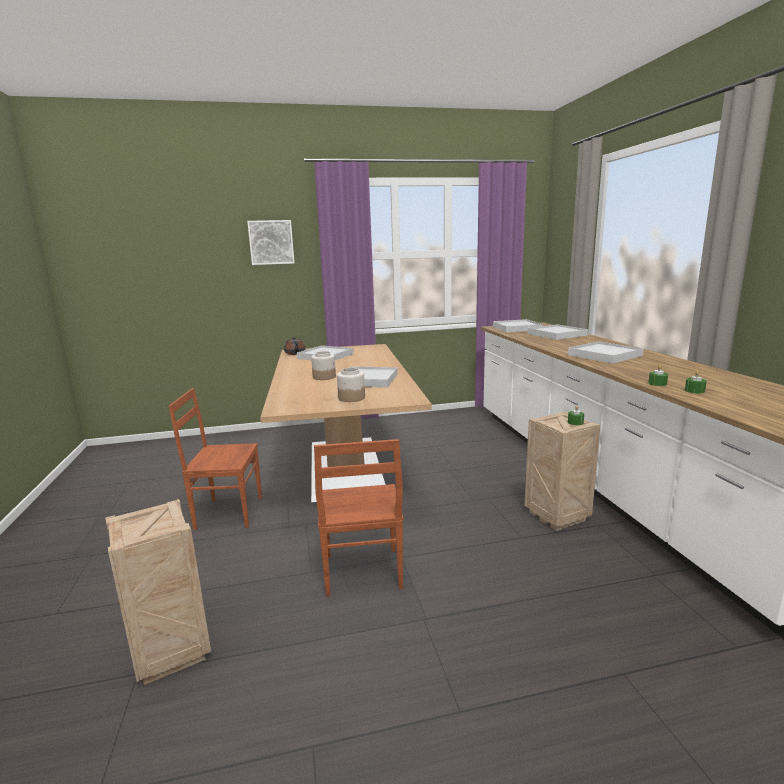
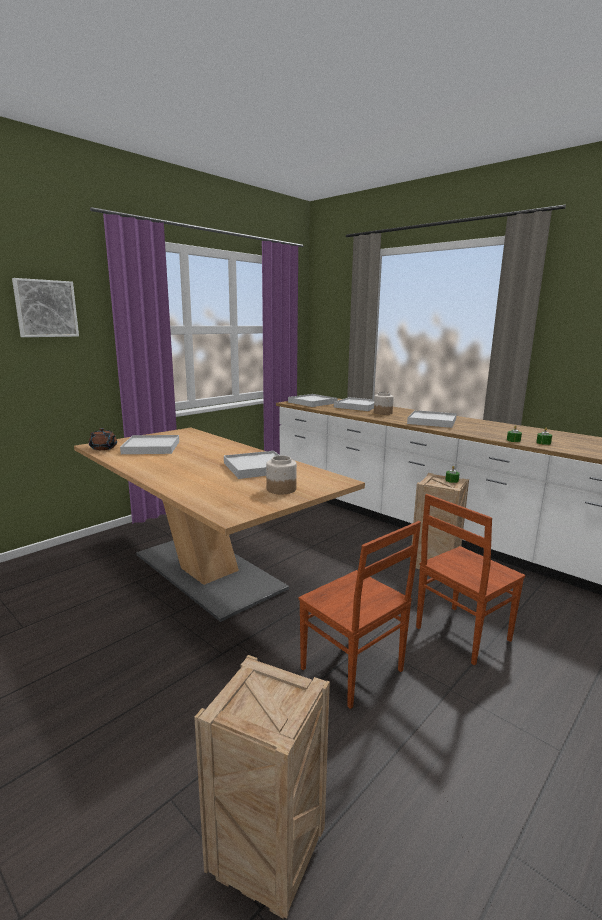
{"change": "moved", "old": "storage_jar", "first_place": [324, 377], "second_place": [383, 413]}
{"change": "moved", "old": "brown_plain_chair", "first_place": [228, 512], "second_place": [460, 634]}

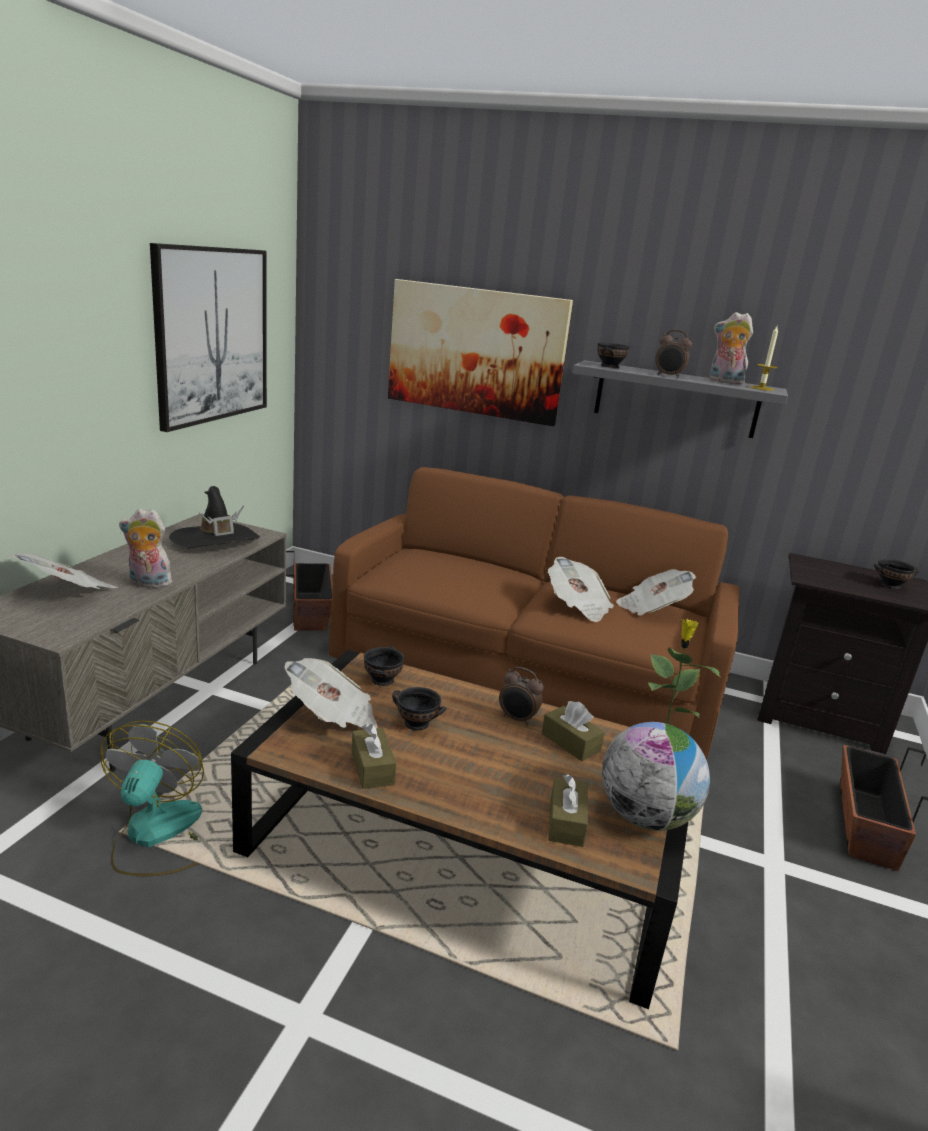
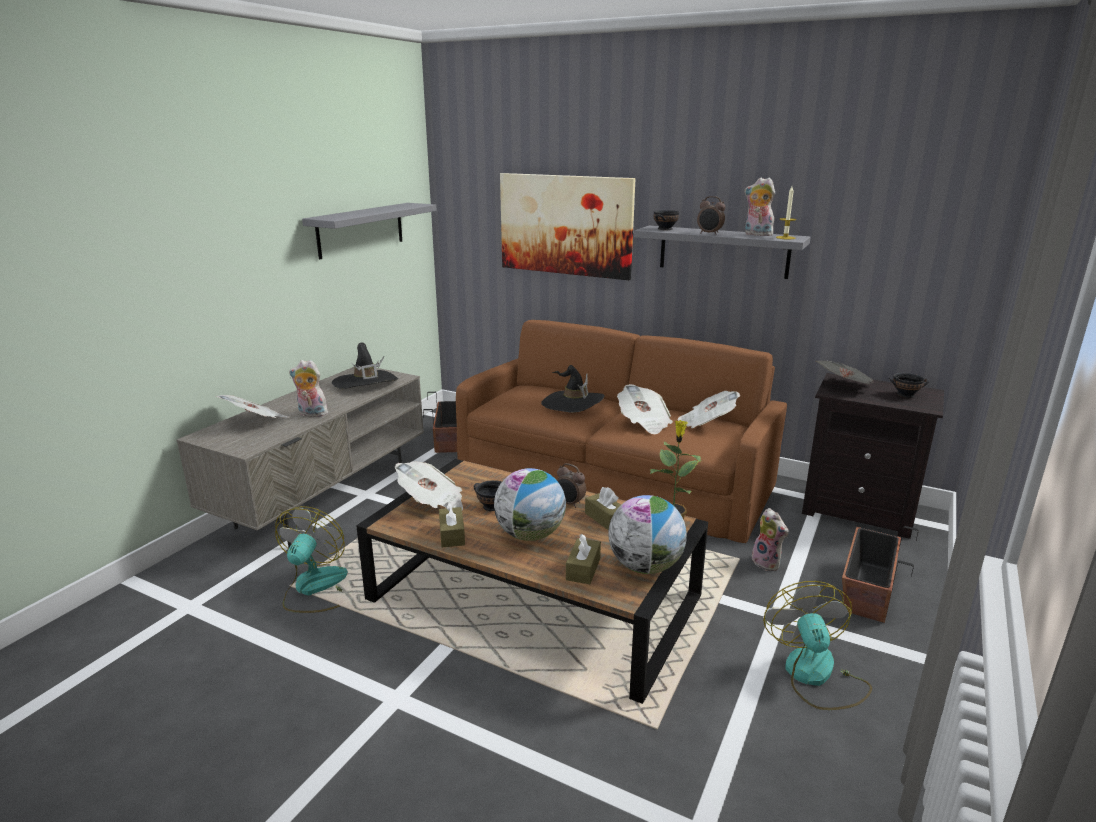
{"change": "replaced", "old": "picture", "new": "greyish_shelf", "first_place": [212, 335], "second_place": [361, 230]}
{"change": "removed", "old": "black-coloured_serving_bowl", "first_place": [383, 679]}
{"change": "added", "new": "printed_paper", "second_place": [844, 387]}
{"change": "added", "new": "black-coloured_wearable_hat", "second_place": [572, 404]}
{"change": "added", "new": "globe", "second_place": [530, 535]}
{"change": "added", "new": "soft_toy", "second_place": [768, 563]}
{"change": "added", "new": "fan", "second_place": [815, 676]}

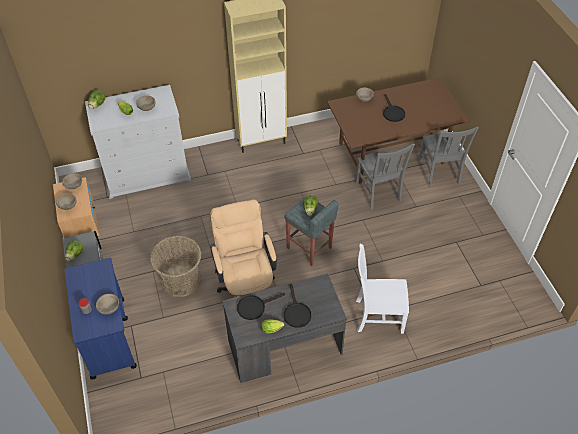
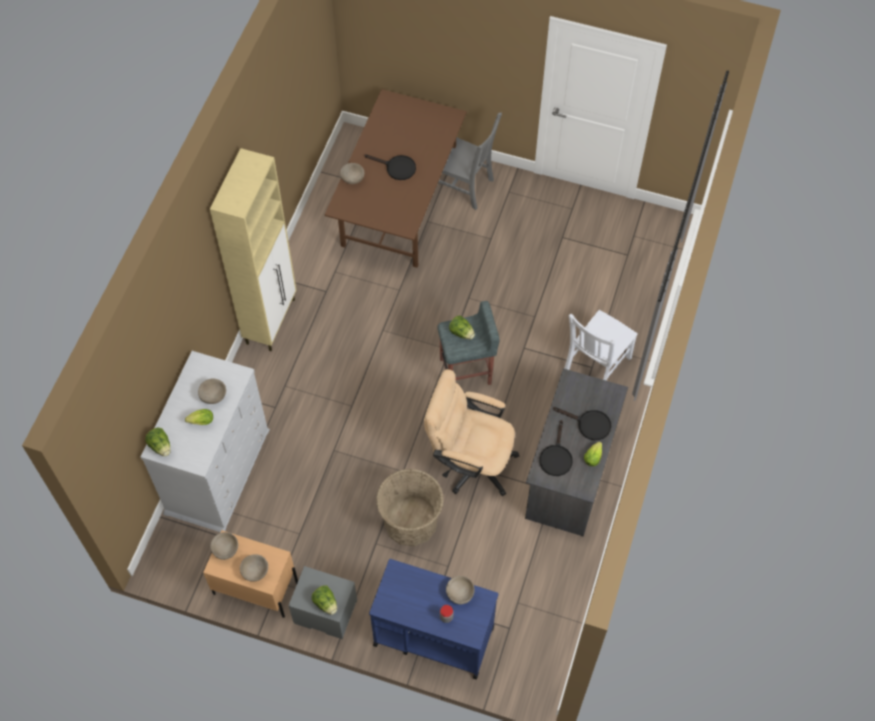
{"change": "removed", "old": "greyish_plain_chair", "first_place": [378, 192]}

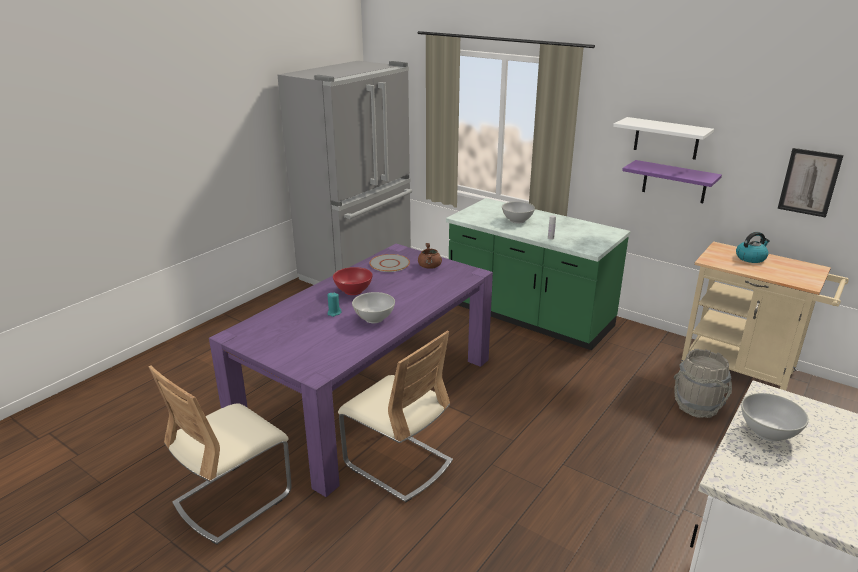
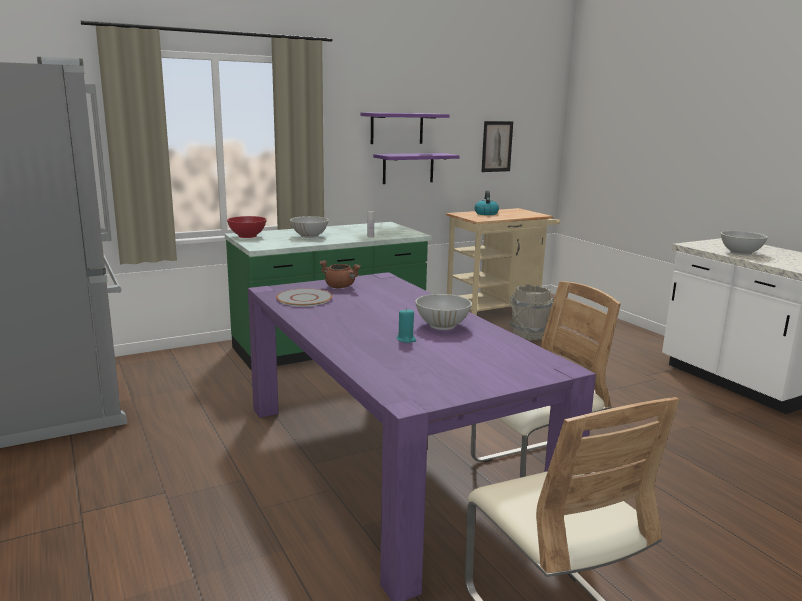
{"change": "recoloured", "old": "whitish_shelf", "new": "purple_shelf", "first_place": [666, 138], "second_place": [397, 128]}
{"change": "moved", "old": "red-coloured_serving_bowl", "first_place": [353, 291], "second_place": [247, 236]}

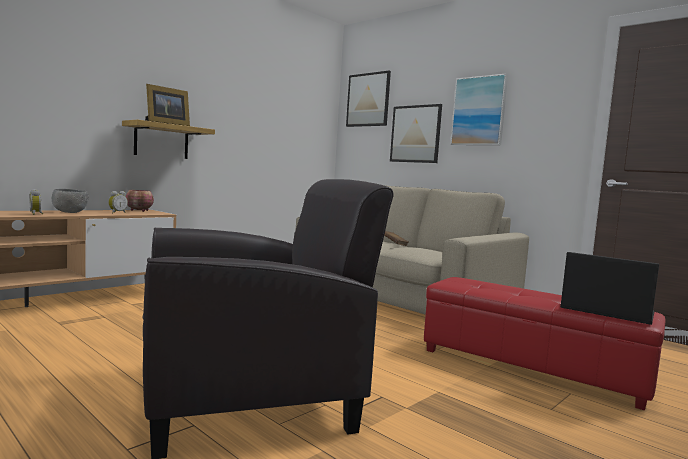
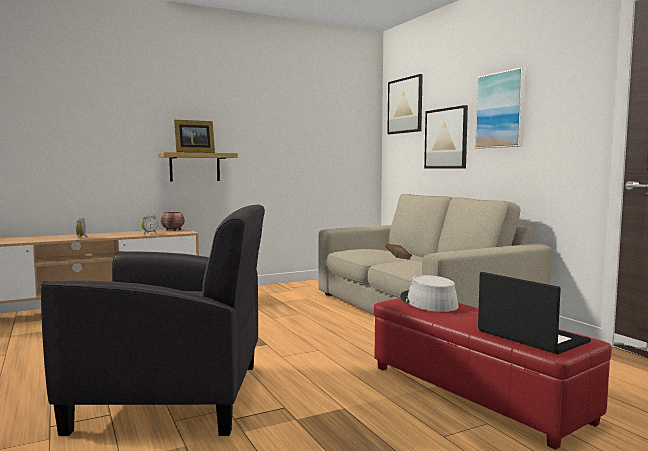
{"change": "removed", "old": "greyish_serving_bowl", "first_place": [70, 212]}
{"change": "added", "new": "greyish_wearable_hat", "second_place": [428, 302]}

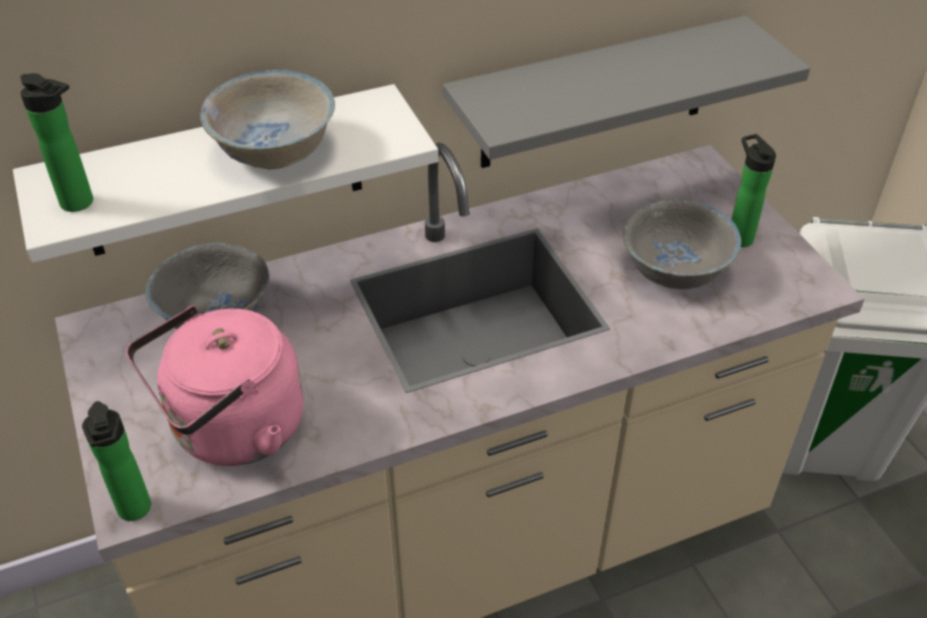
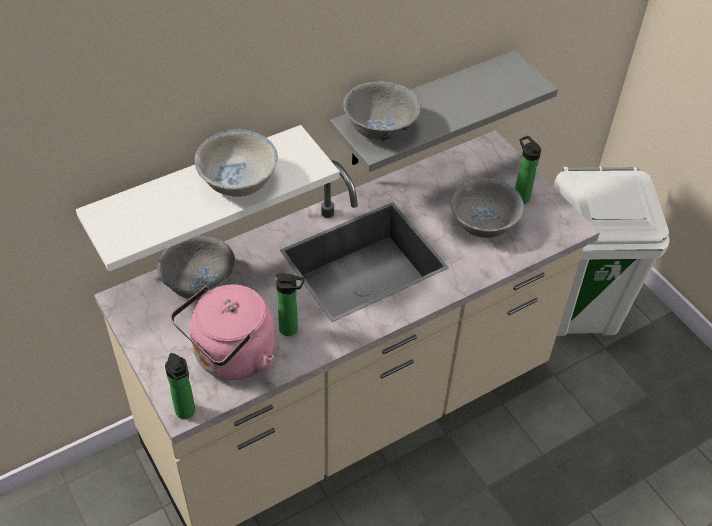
{"change": "moved", "old": "drink_bottle", "first_place": [81, 203], "second_place": [291, 329]}
{"change": "added", "new": "greyish_serving_bowl", "second_place": [380, 128]}

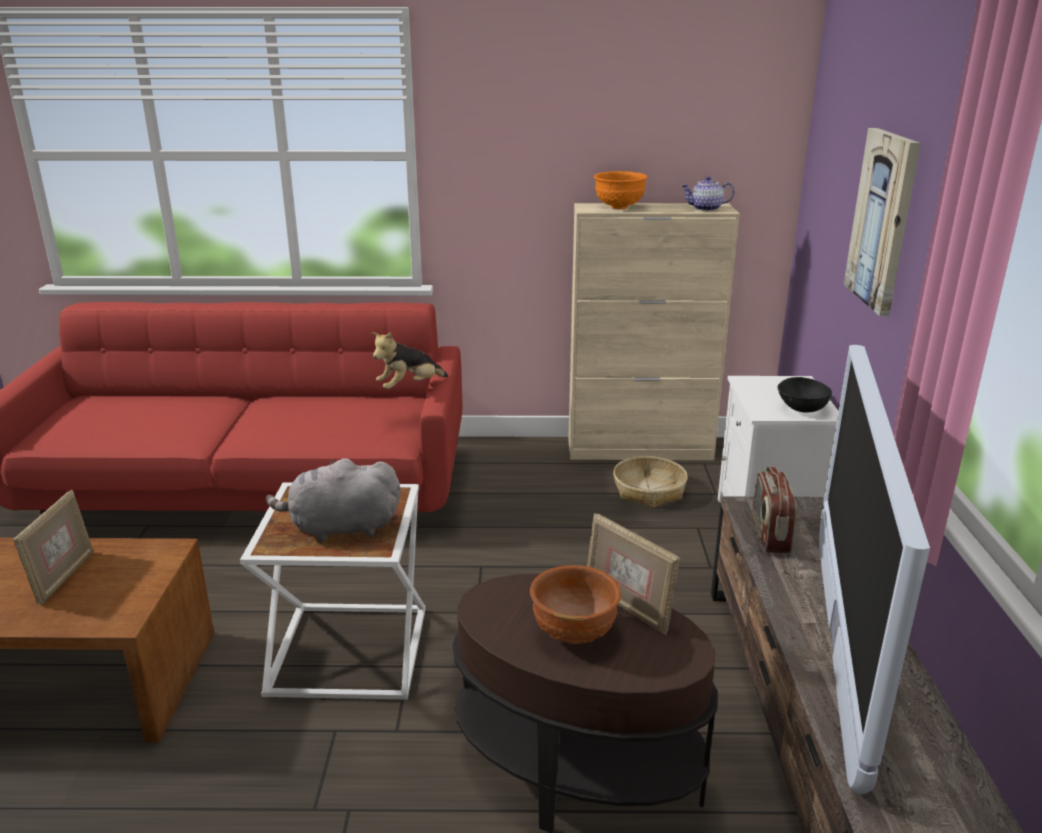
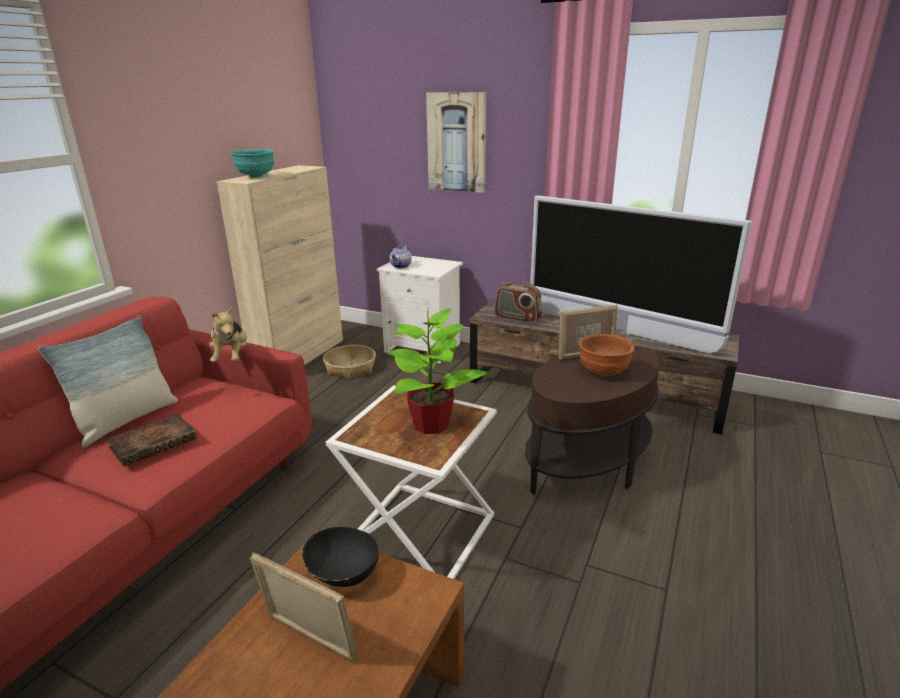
{"change": "recoloured", "old": "orange_serving_bowl", "new": "turquoise-coloured_serving_bowl", "first_place": [618, 207], "second_place": [256, 177]}
{"change": "moved", "old": "pot_for_tea", "first_place": [705, 209], "second_place": [401, 266]}
{"change": "moved", "old": "black-coloured_serving_bowl", "first_place": [801, 408], "second_place": [342, 574]}
{"change": "replaced", "old": "greyish_soft_toy", "new": "plant_in_a_pot", "first_place": [340, 528], "second_place": [432, 424]}
{"change": "added", "new": "pillow", "second_place": [126, 420]}
{"change": "added", "new": "volume", "second_place": [155, 442]}

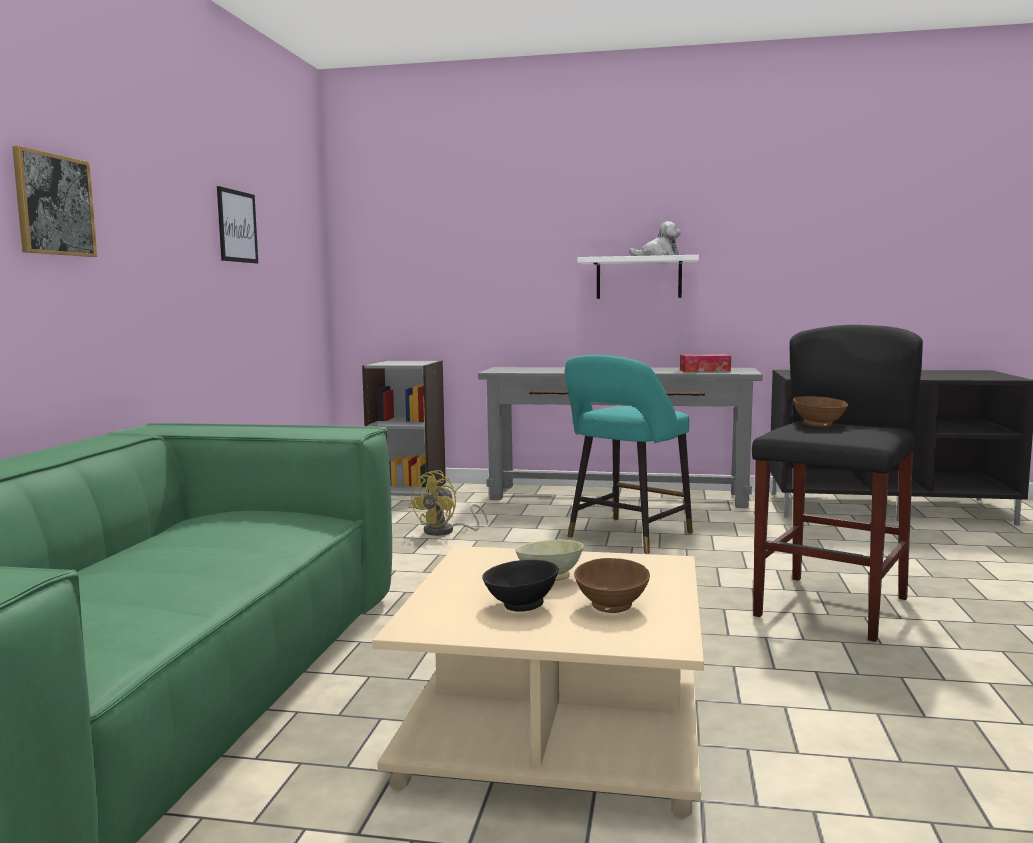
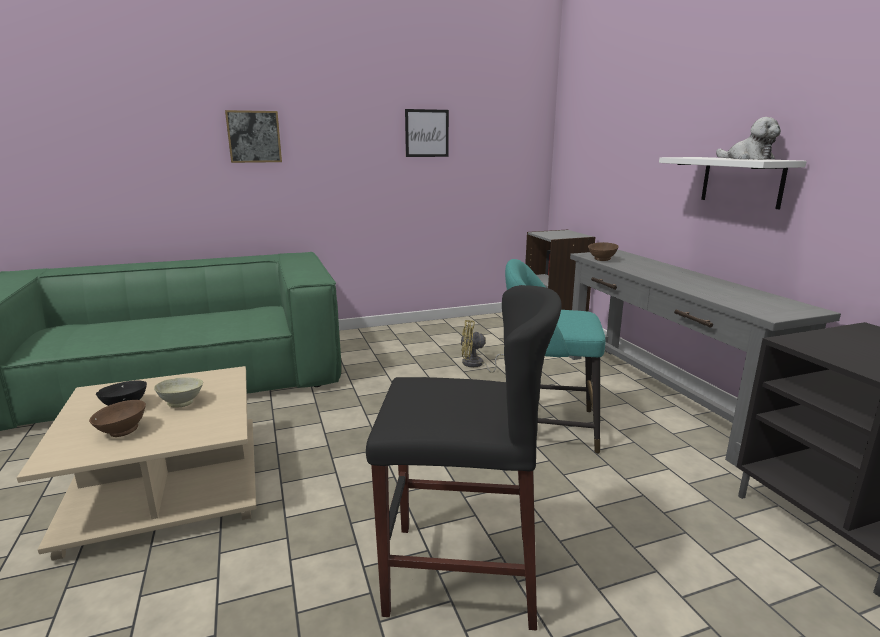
{"change": "removed", "old": "box_of_tissues", "first_place": [705, 370]}
{"change": "moved", "old": "brown_serving_bowl", "first_place": [818, 425], "second_place": [601, 259]}

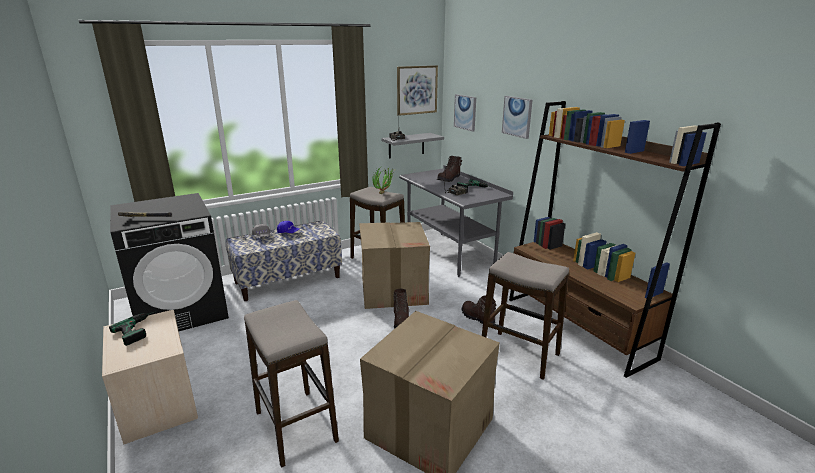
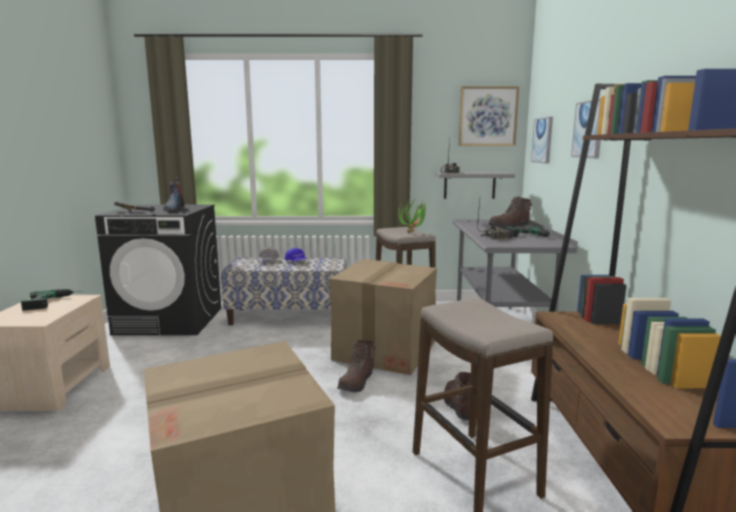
{"change": "removed", "old": "stool", "first_place": [295, 427]}
{"change": "added", "new": "boot", "second_place": [174, 209]}

